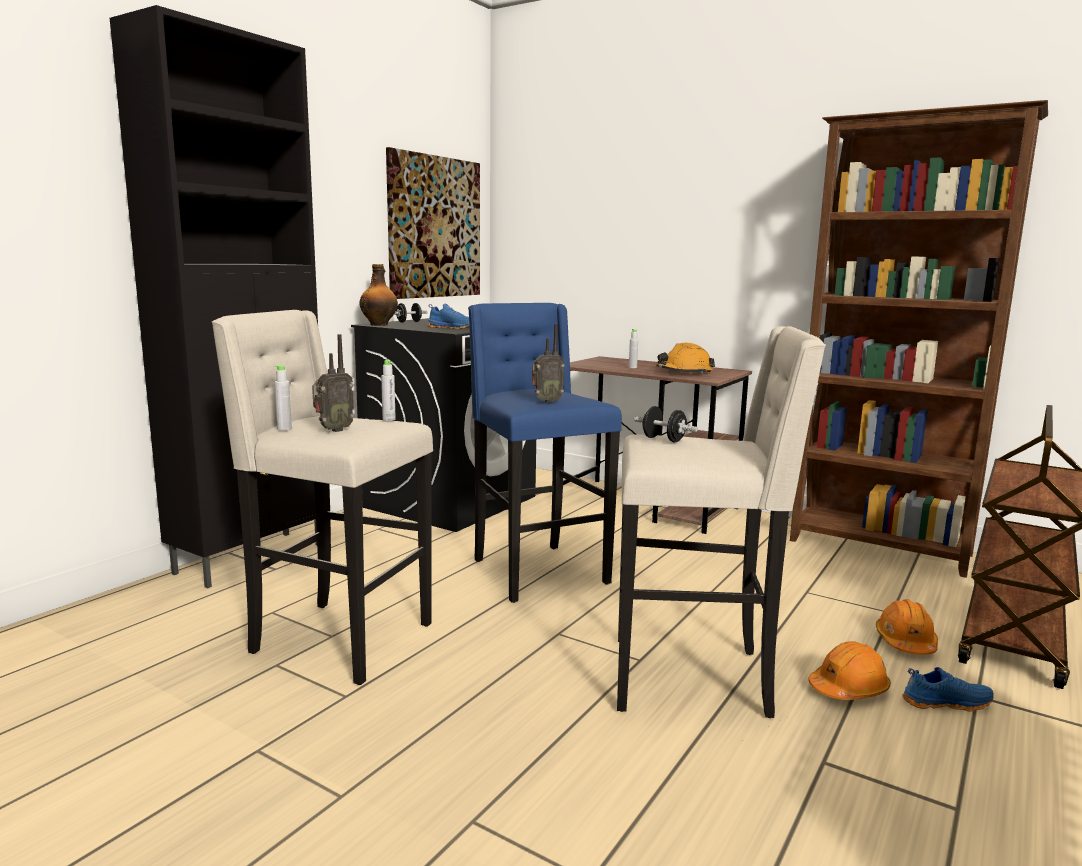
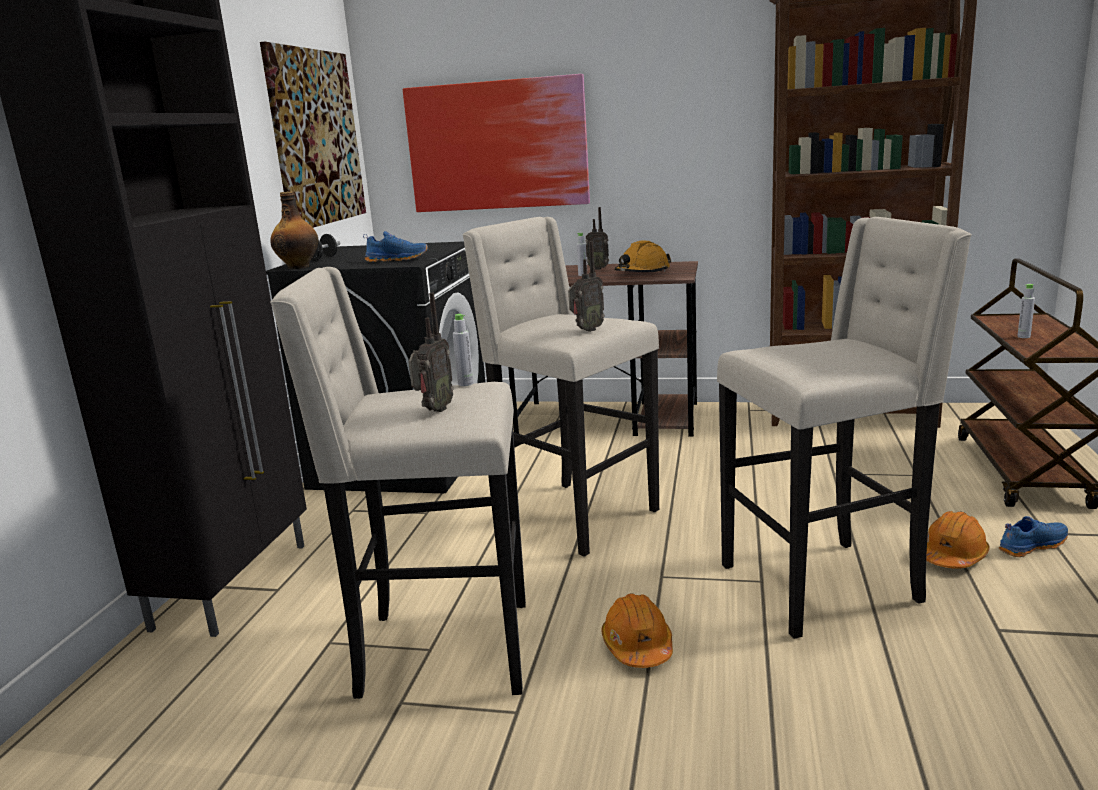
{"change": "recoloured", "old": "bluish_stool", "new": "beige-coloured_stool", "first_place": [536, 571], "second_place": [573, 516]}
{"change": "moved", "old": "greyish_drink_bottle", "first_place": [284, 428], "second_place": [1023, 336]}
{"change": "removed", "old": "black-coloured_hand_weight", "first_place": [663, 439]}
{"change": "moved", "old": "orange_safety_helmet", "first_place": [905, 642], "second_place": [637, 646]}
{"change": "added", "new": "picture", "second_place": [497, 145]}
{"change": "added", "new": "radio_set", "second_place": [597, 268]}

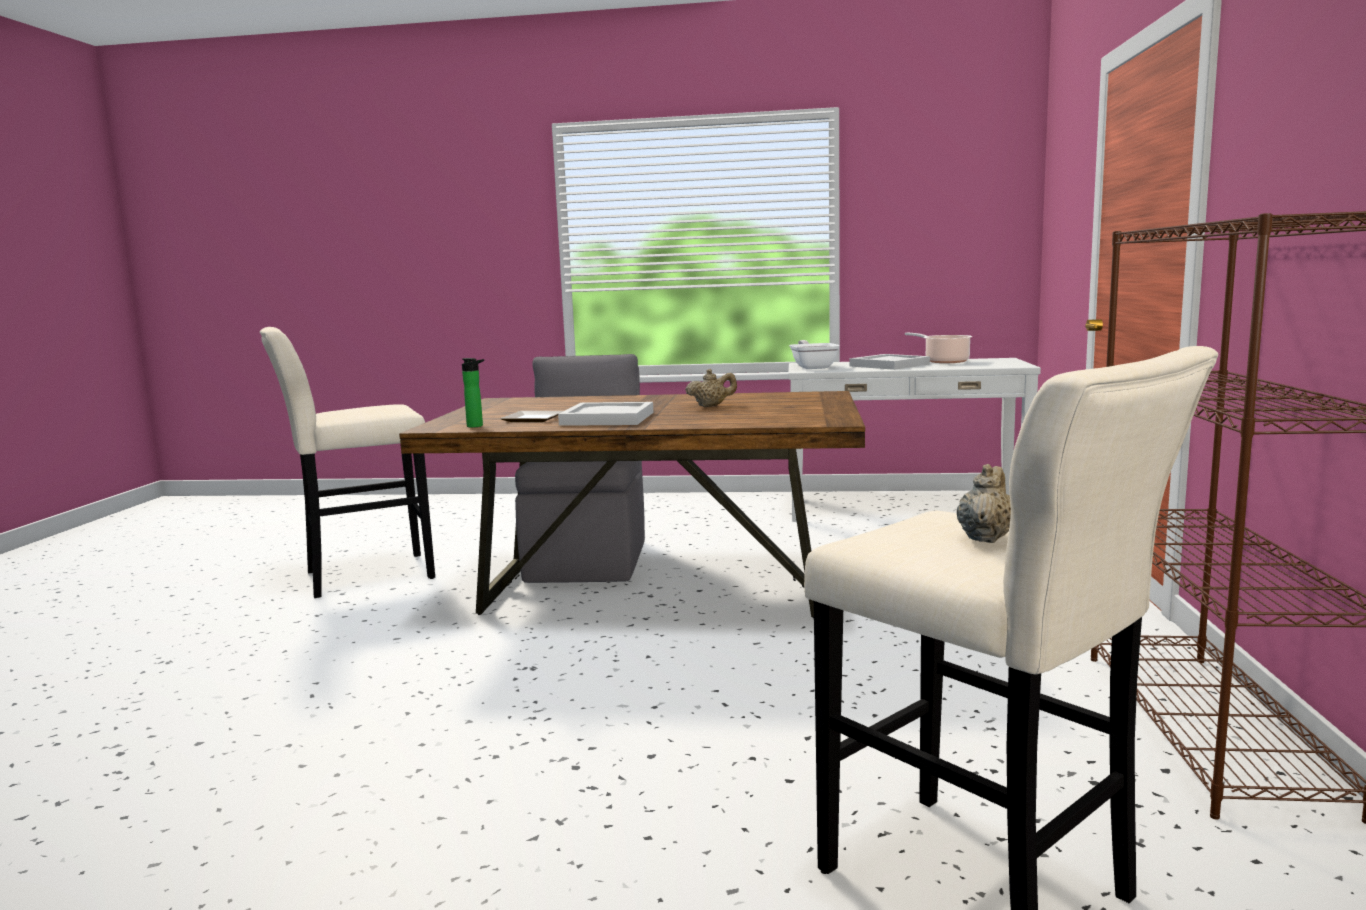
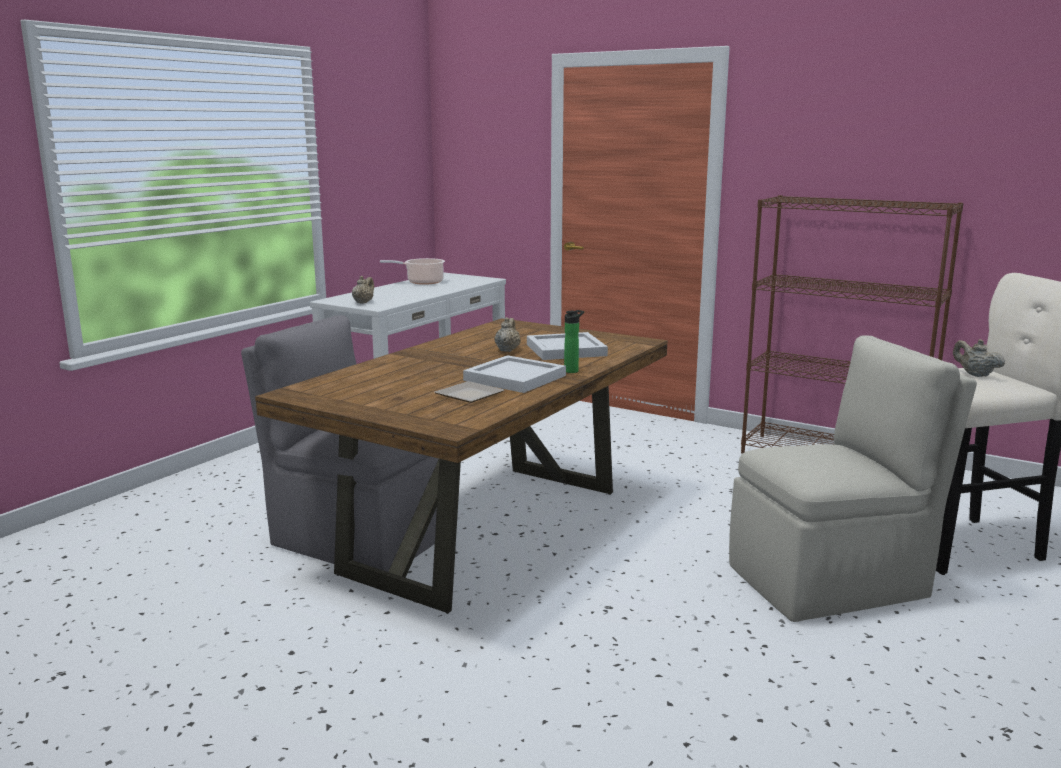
{"change": "removed", "old": "beige-coloured_stool", "first_place": [362, 576]}
{"change": "replaced", "old": "skillet", "new": "beige-coloured_pot_for_tea", "first_place": [813, 367], "second_place": [363, 302]}
{"change": "moved", "old": "whitish_carrying_tray", "first_place": [888, 365], "second_place": [565, 350]}
{"change": "moved", "old": "drink_bottle", "first_place": [477, 426], "second_place": [573, 371]}
{"change": "added", "new": "beige-coloured_plain_chair", "second_place": [831, 581]}

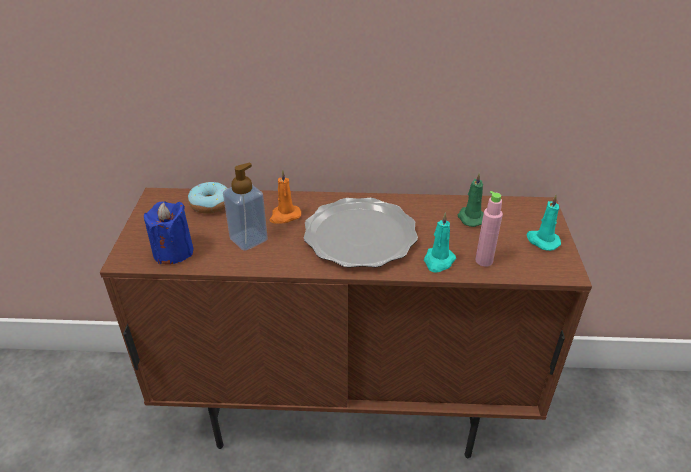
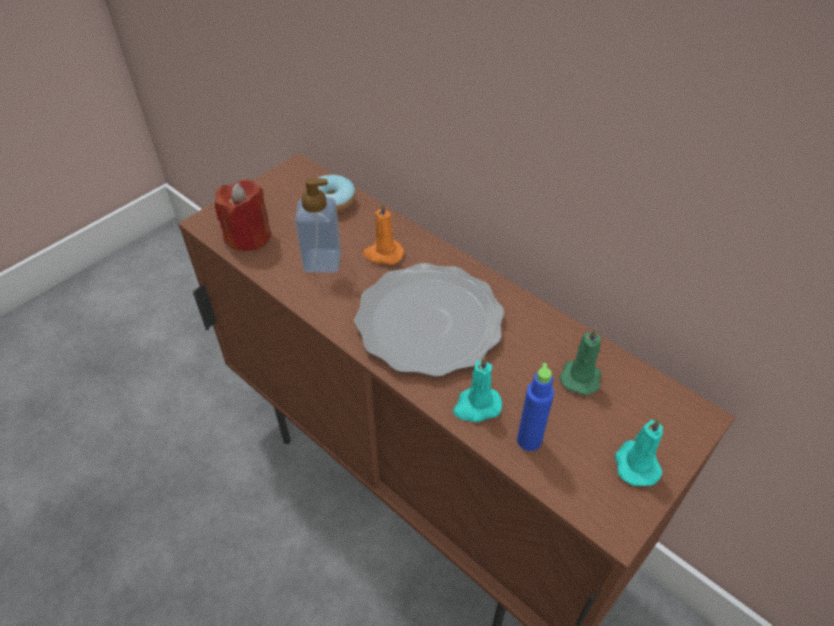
{"change": "recoloured", "old": "pink-coloured_drink_bottle", "new": "bluish_drink_bottle", "first_place": [484, 261], "second_place": [529, 440]}
{"change": "recoloured", "old": "bluish_wax_candle", "new": "red-coloured_wax_candle", "first_place": [173, 252], "second_place": [248, 237]}

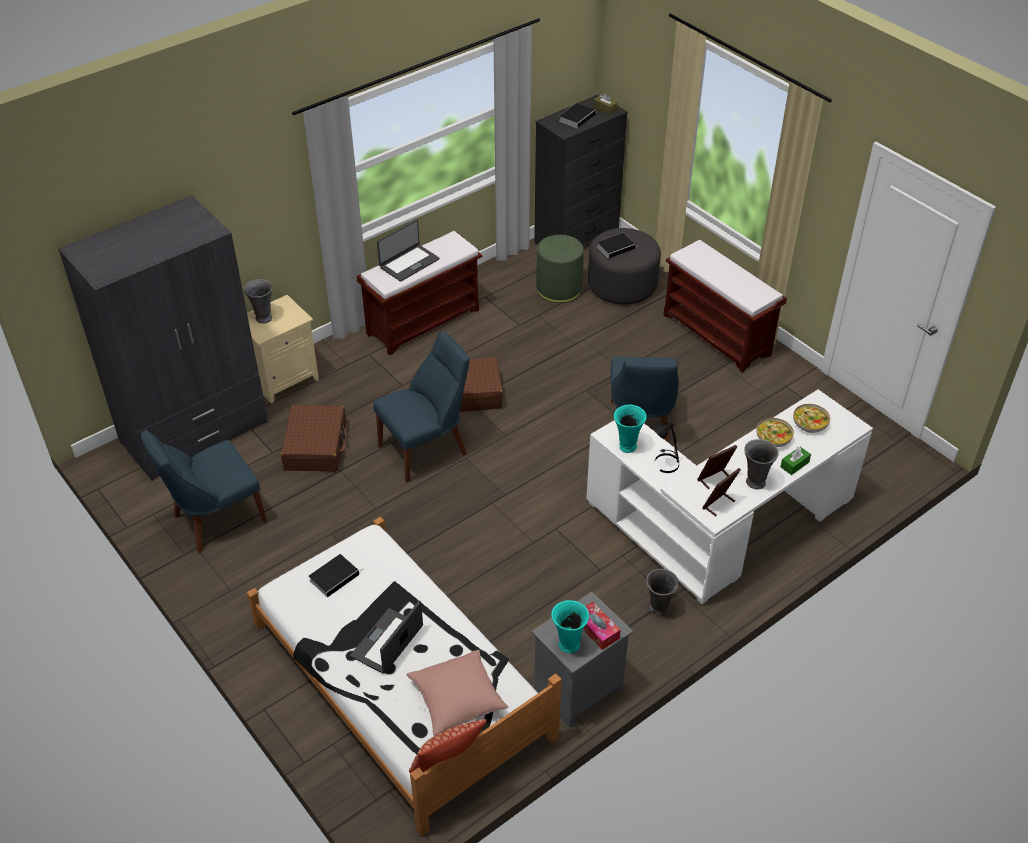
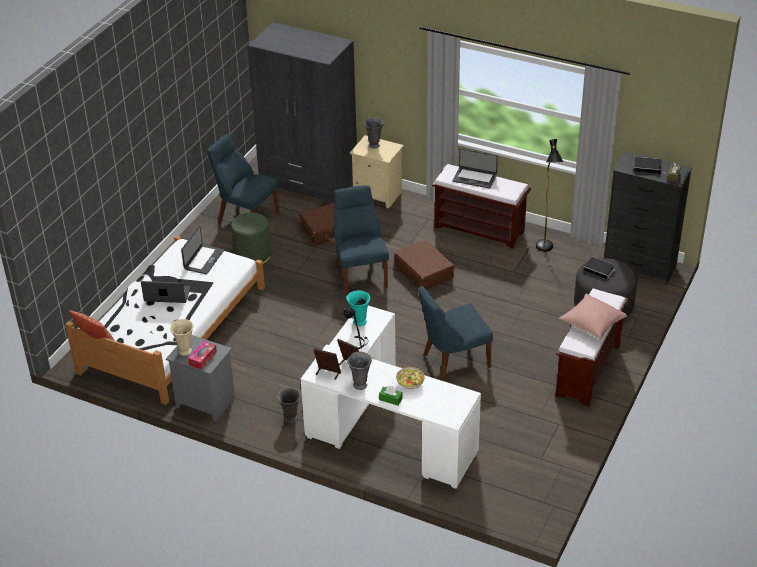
{"change": "moved", "old": "greenish_ottoman", "first_place": [558, 289], "second_place": [252, 255]}
{"change": "turned", "old": "bluish_plain_chair", "first_place": [426, 449], "second_place": [360, 274], "degrees": -135}
{"change": "removed", "old": "serving_bowl", "first_place": [809, 424]}
{"change": "replaced", "old": "volume", "new": "laptop", "first_place": [335, 576], "second_place": [203, 259]}
{"change": "recoloured", "old": "turquoise-coloured_flower_vase", "new": "beige-coloured_flower_vase", "first_place": [568, 645], "second_place": [185, 350]}
{"change": "moved", "old": "pink-coloured_pillow", "first_place": [457, 699], "second_place": [592, 323]}
{"change": "added", "new": "black-coloured_standard_lamp", "second_place": [545, 250]}

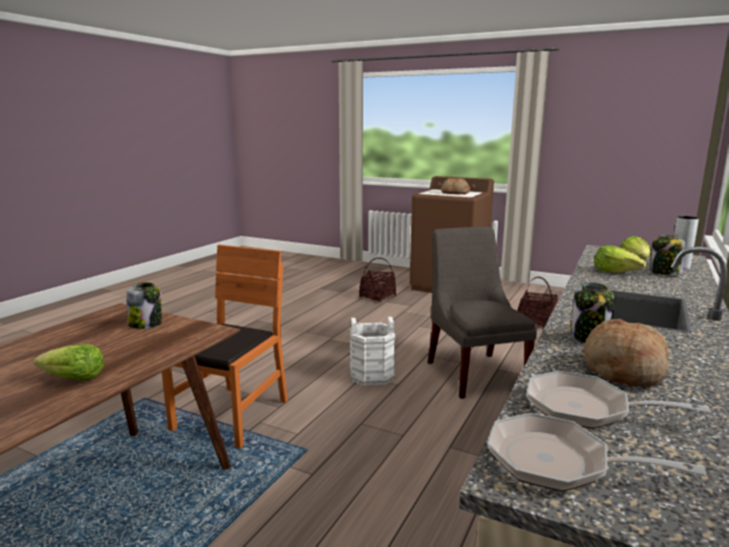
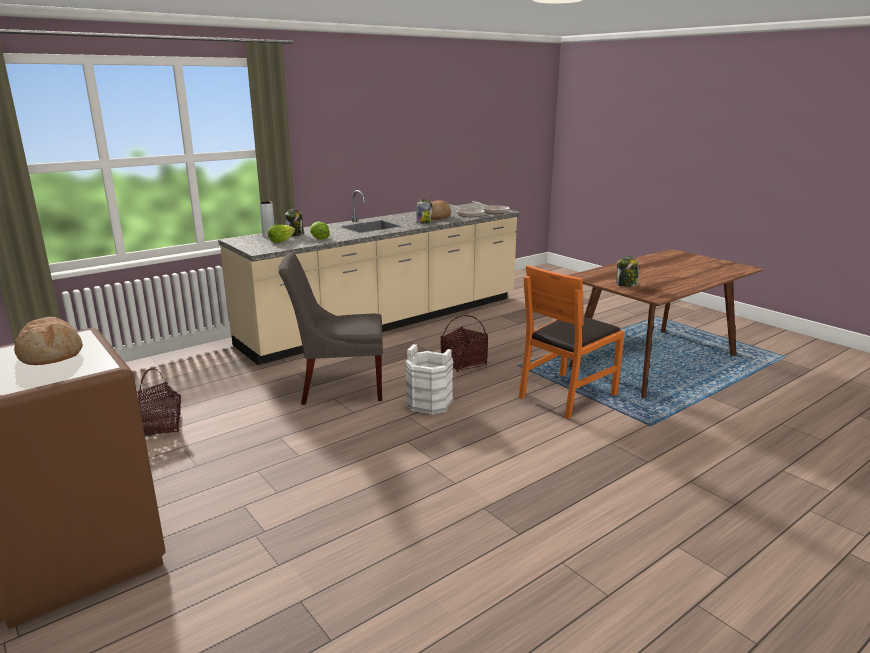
{"change": "turned", "old": "greyish_plain_chair", "first_place": [474, 372], "second_place": [338, 387], "degrees": 75}
{"change": "moved", "old": "basket", "first_place": [377, 297], "second_place": [463, 363]}
{"change": "removed", "old": "lettuce", "first_place": [73, 379]}

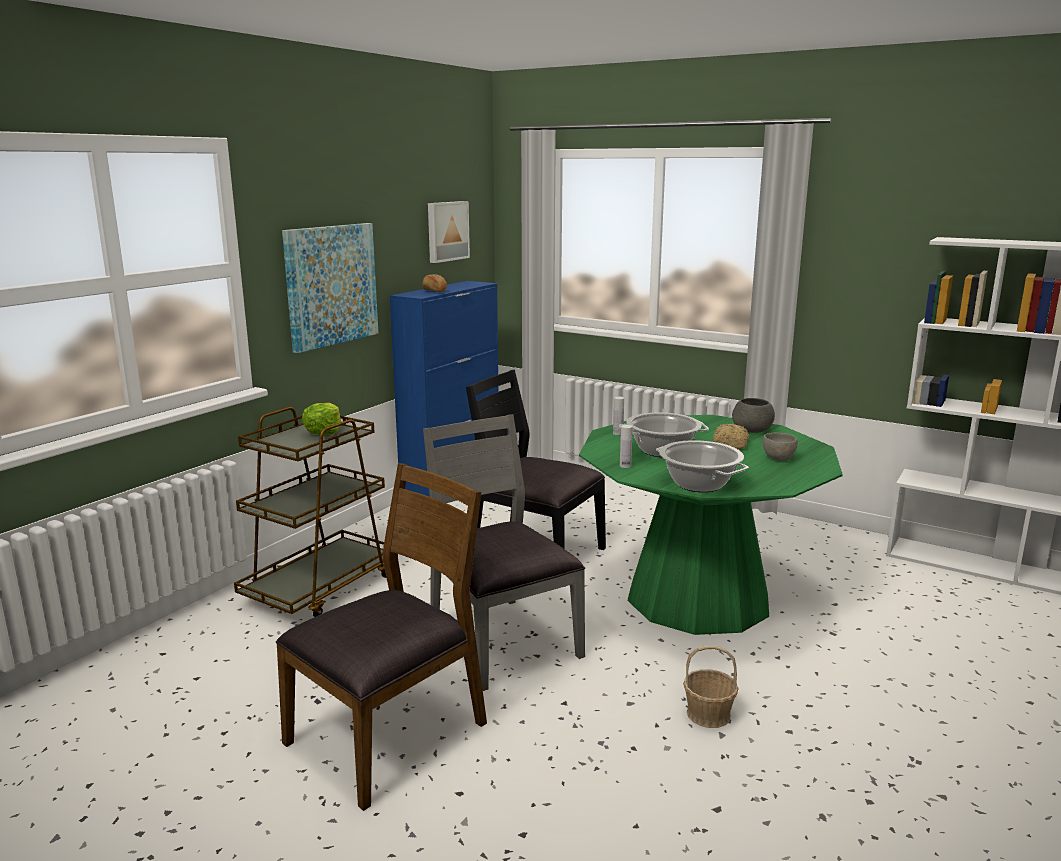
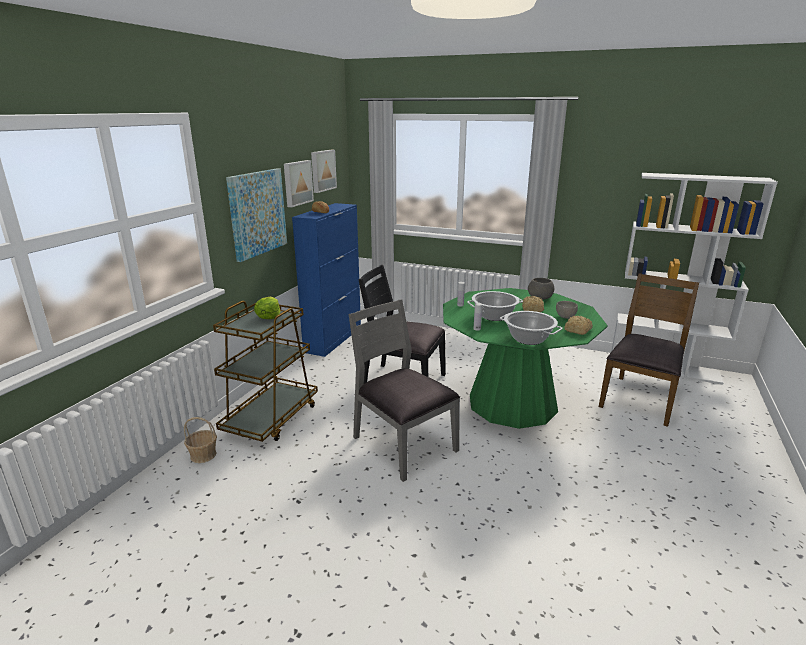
{"change": "moved", "old": "brown_plain_chair", "first_place": [390, 734], "second_place": [639, 399]}
{"change": "moved", "old": "basket", "first_place": [709, 714], "second_place": [203, 455]}
{"change": "added", "new": "picture", "second_place": [297, 183]}
{"change": "added", "new": "bakery_bread", "second_place": [577, 330]}

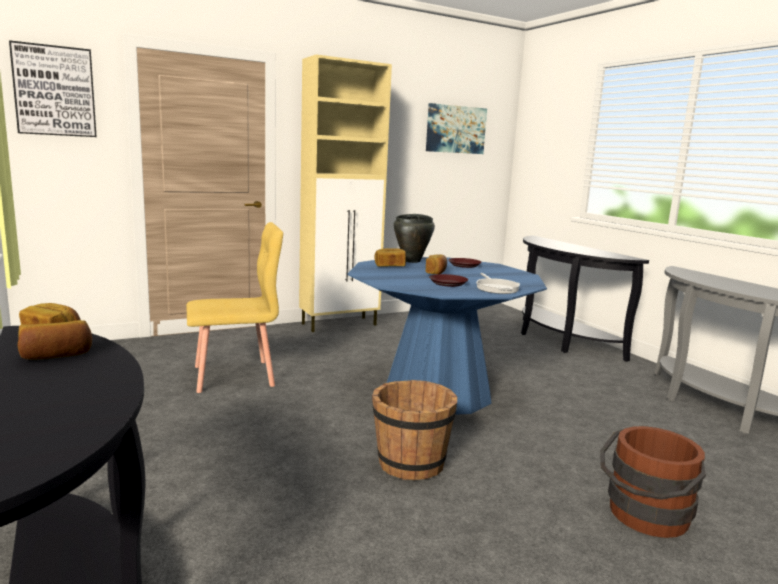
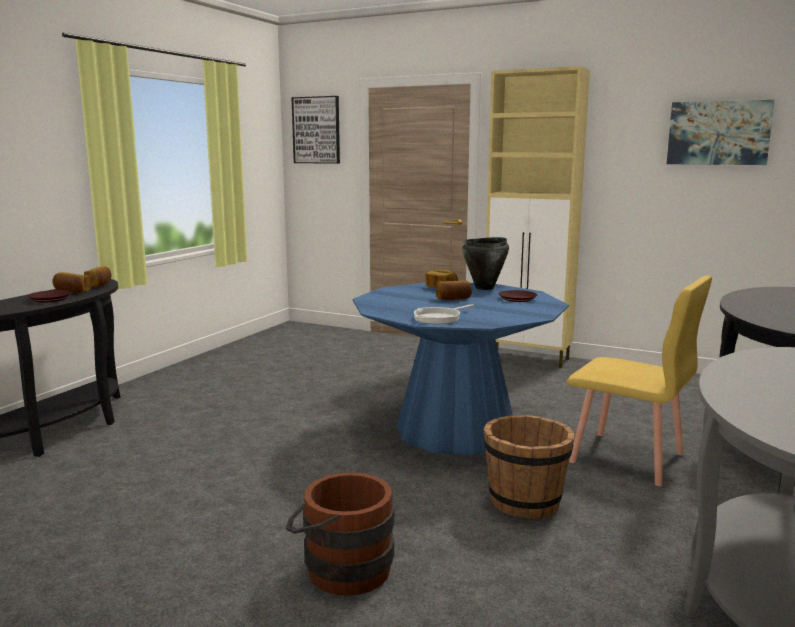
{"change": "moved", "old": "yellow_plain_chair", "first_place": [235, 376], "second_place": [628, 458]}
{"change": "moved", "old": "brown_dinner_plate", "first_place": [448, 283], "second_place": [50, 299]}
{"change": "moved", "old": "brown_bucket", "first_place": [410, 463], "second_place": [525, 502]}

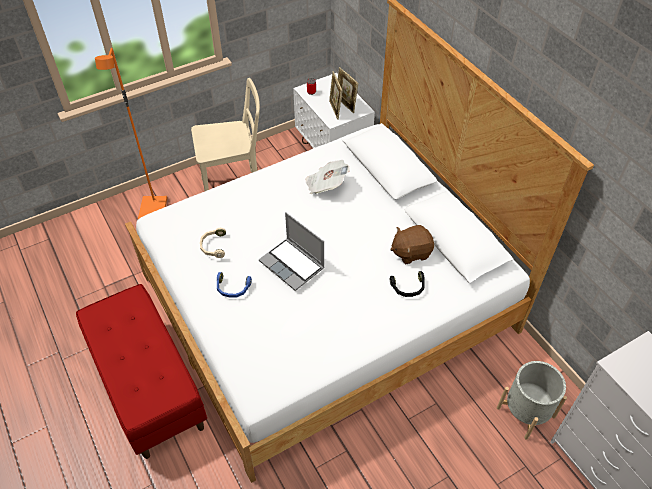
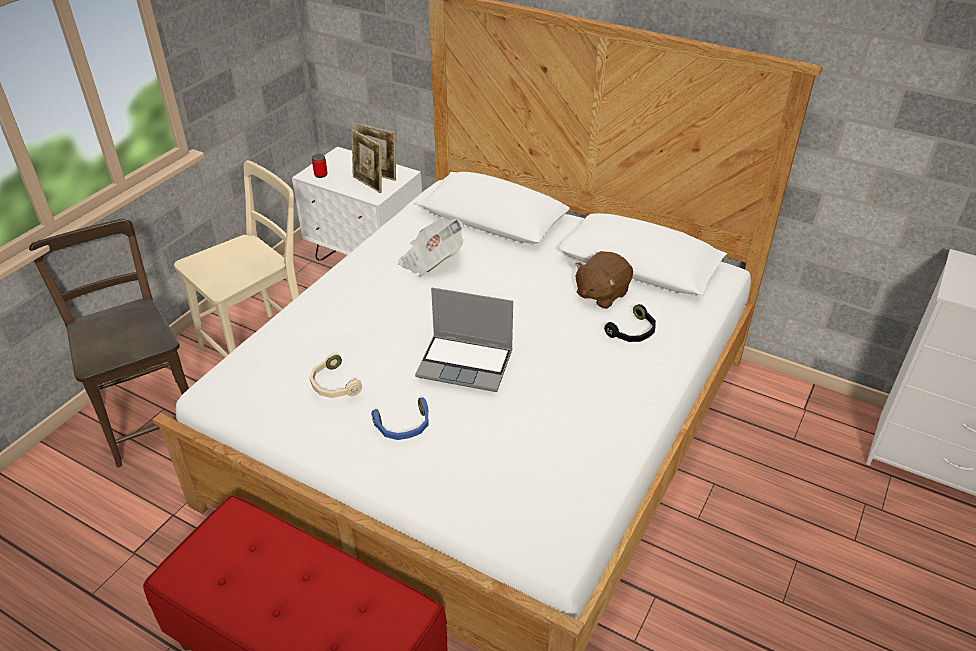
{"change": "replaced", "old": "orange_standard_lamp", "new": "brown_plain_chair", "first_place": [154, 210], "second_place": [149, 416]}
{"change": "removed", "old": "greyish_flower_pot", "first_place": [526, 412]}

